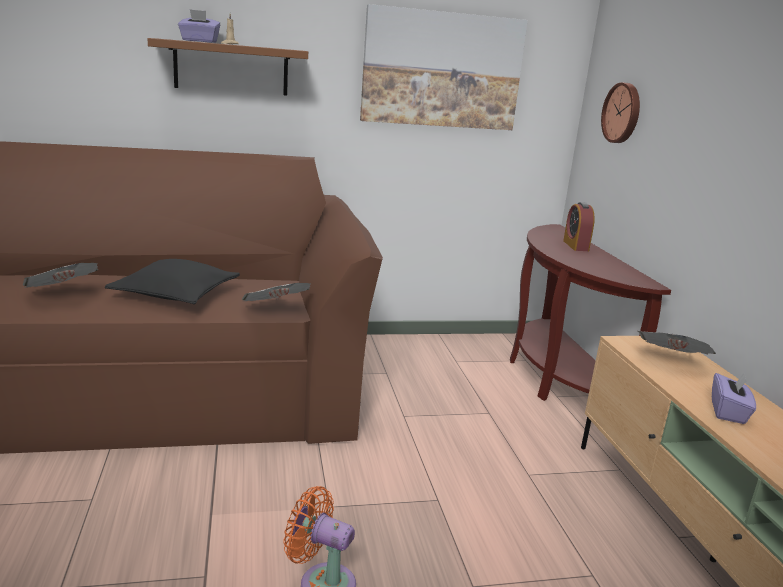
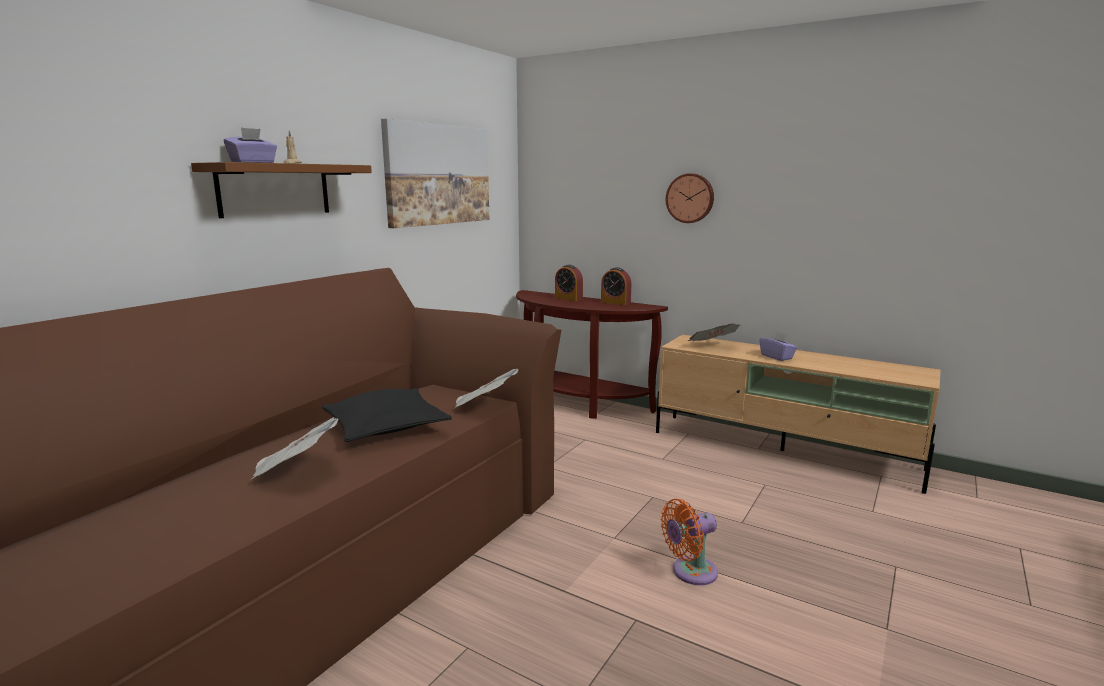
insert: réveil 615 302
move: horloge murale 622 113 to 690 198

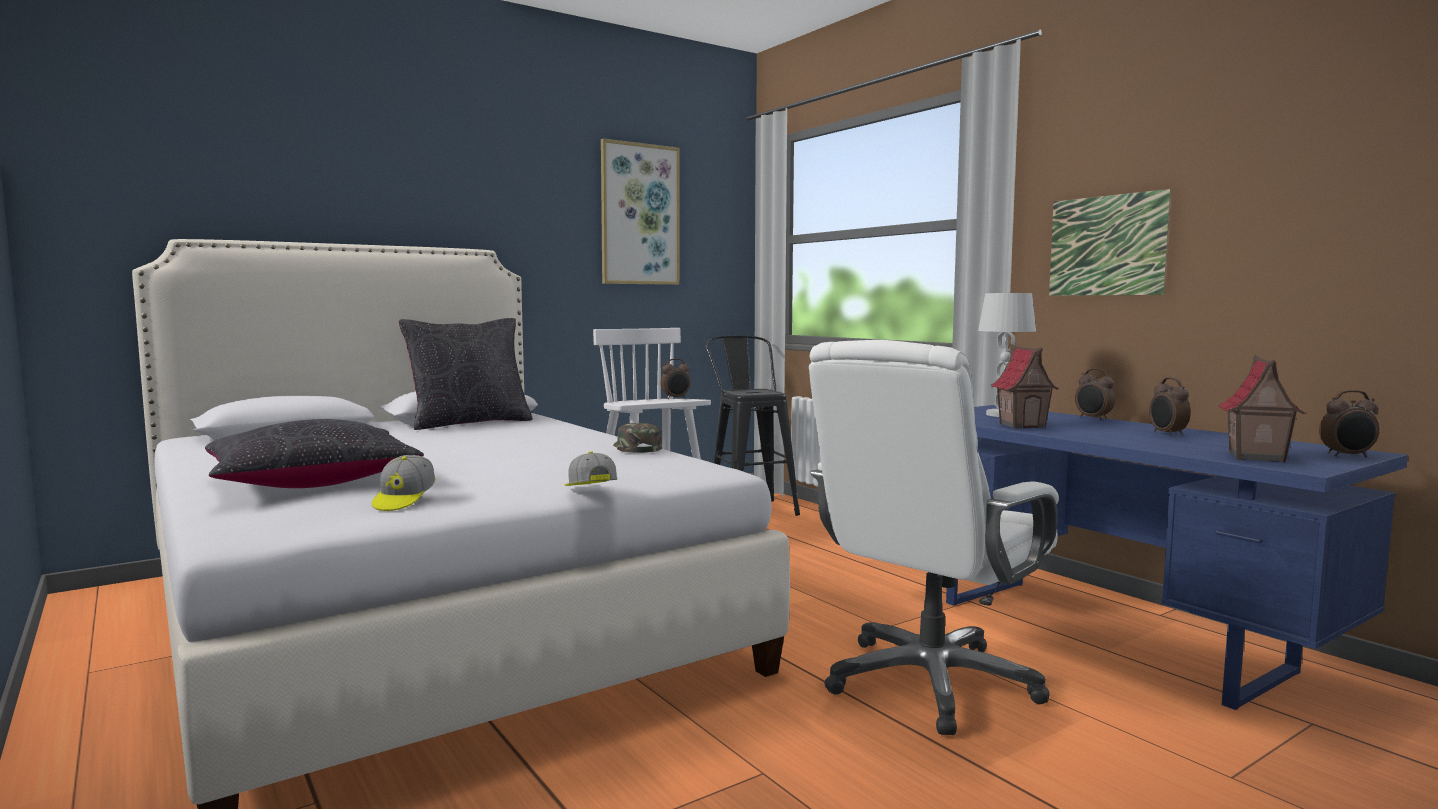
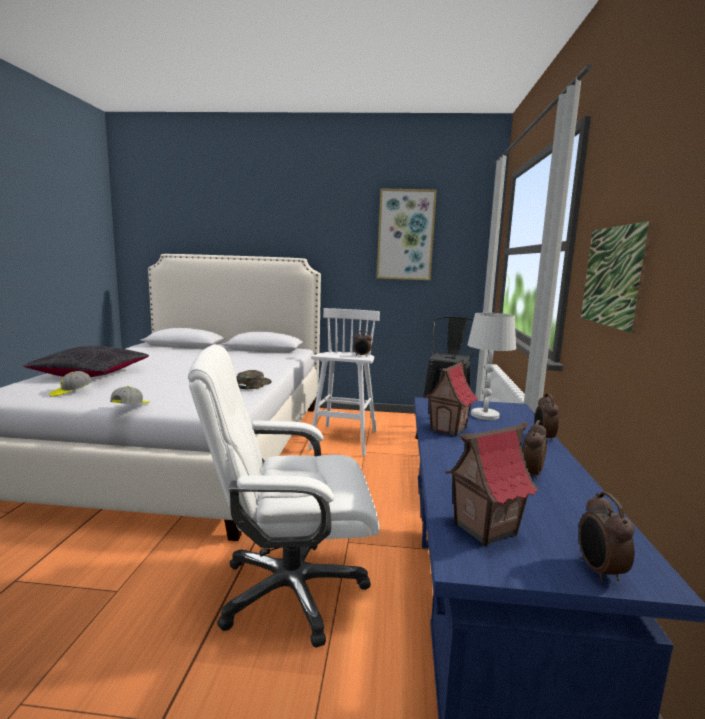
delete: coussin/noir 469 423
rotate: réveil 1347 456 = 598 571 45 degrees clockwise

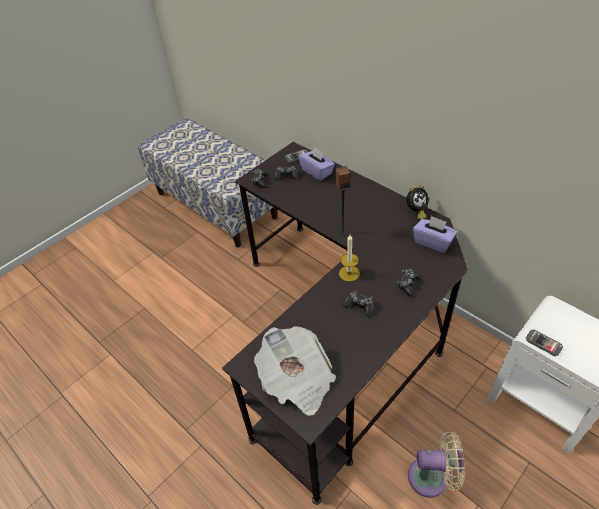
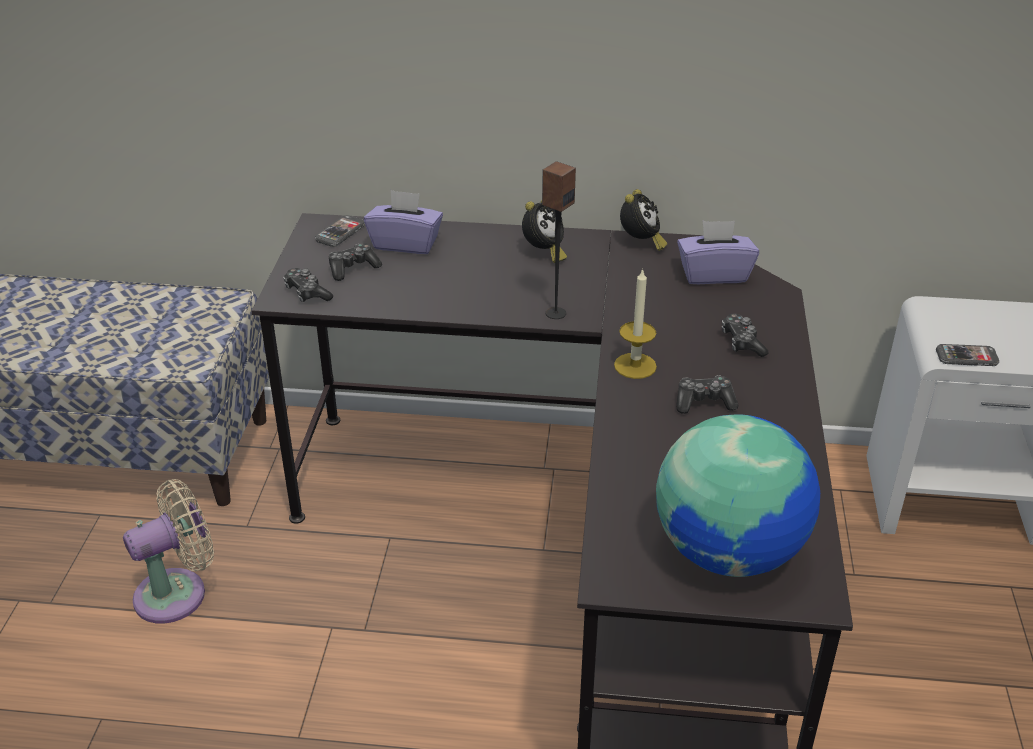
insert: réveil 543 253
move: ventilateur/beige 432 477 to 178 593
replace: journal 297 380 to globe 729 551

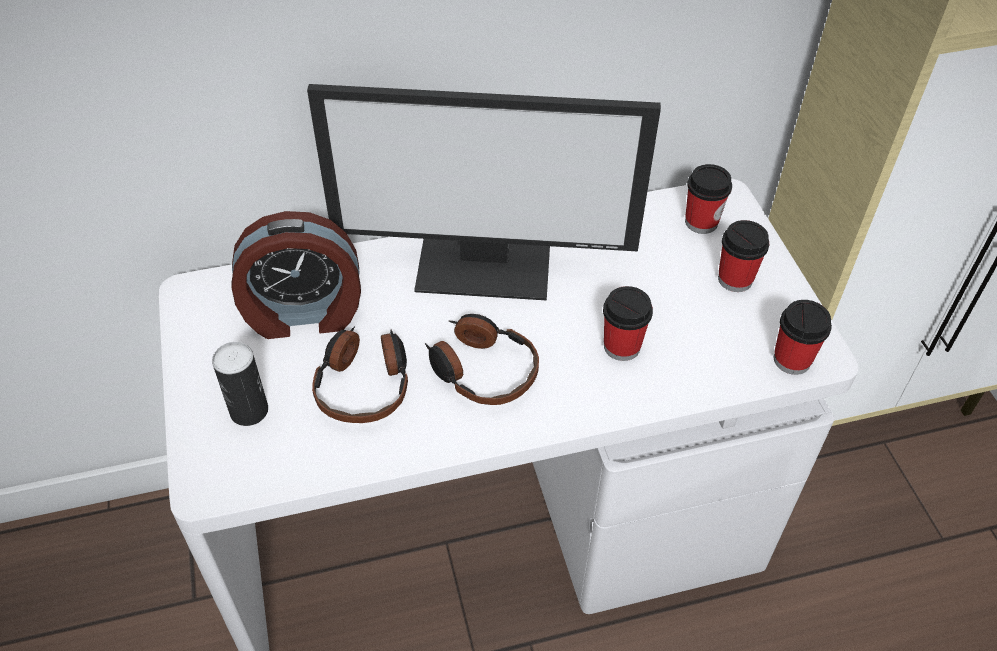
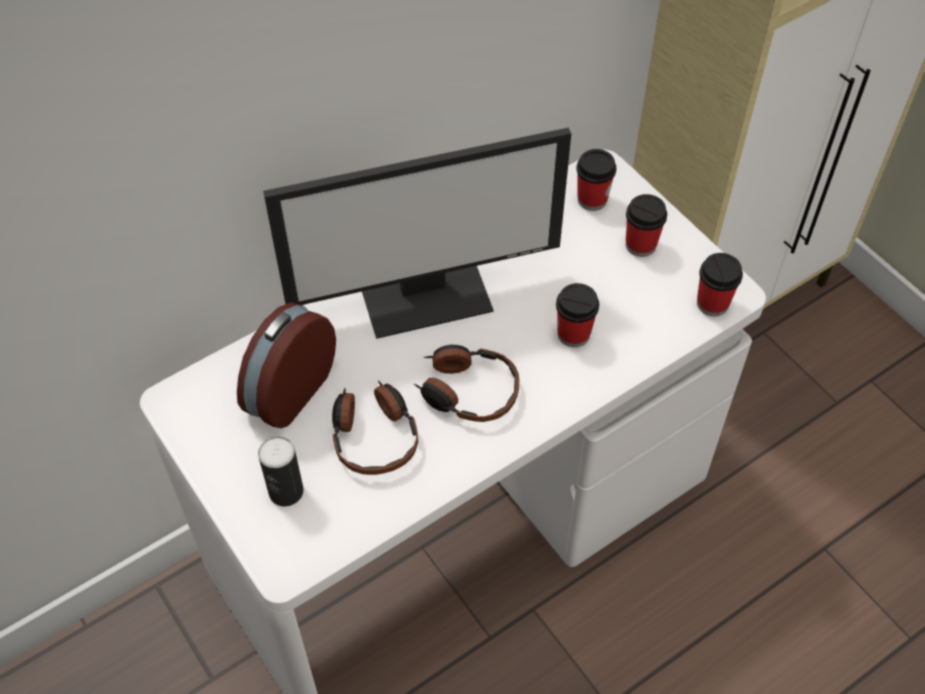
rotate: réveil 304 314 = 288 389 150 degrees clockwise

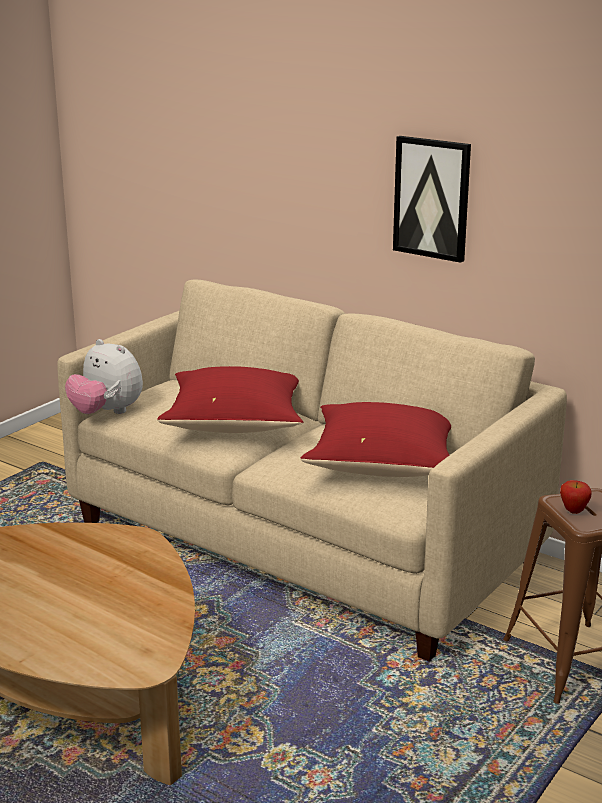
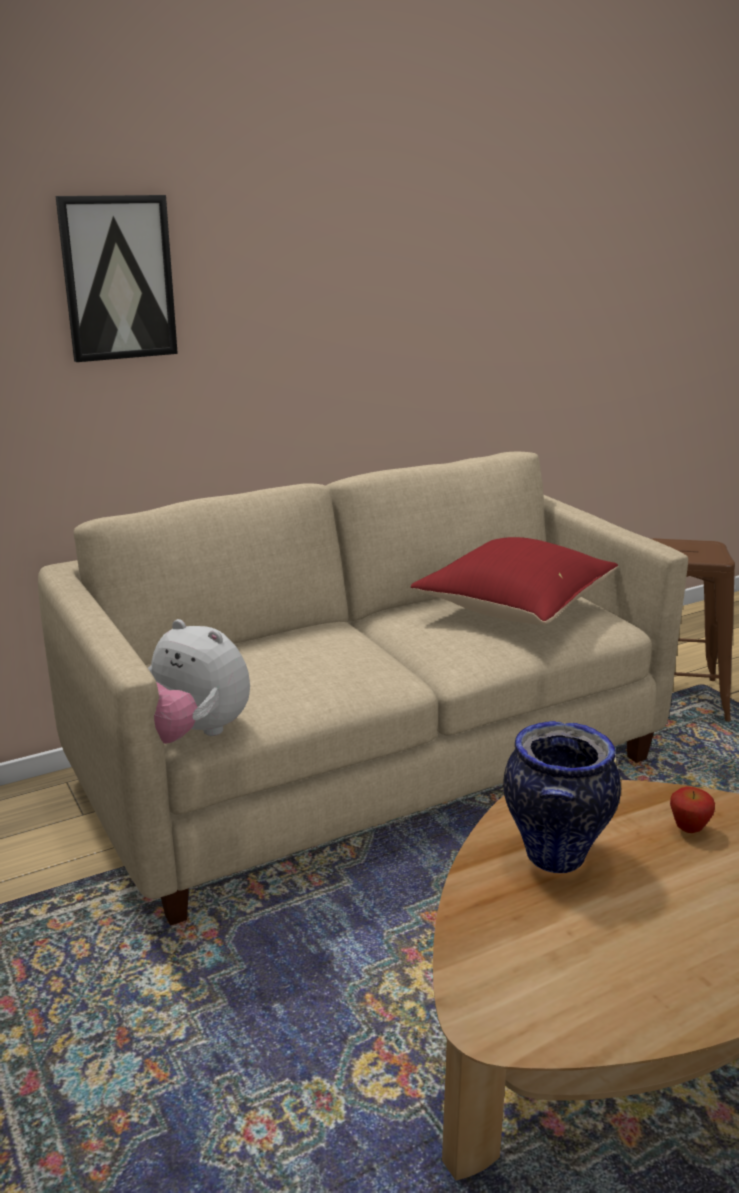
delete: coussin/rouge 236 423
insert: vase 554 855
move: tableau 432 198 to 118 278; pomme 573 511 to 688 830
rotate: peluche 106 413 = 192 735 60 degrees clockwise

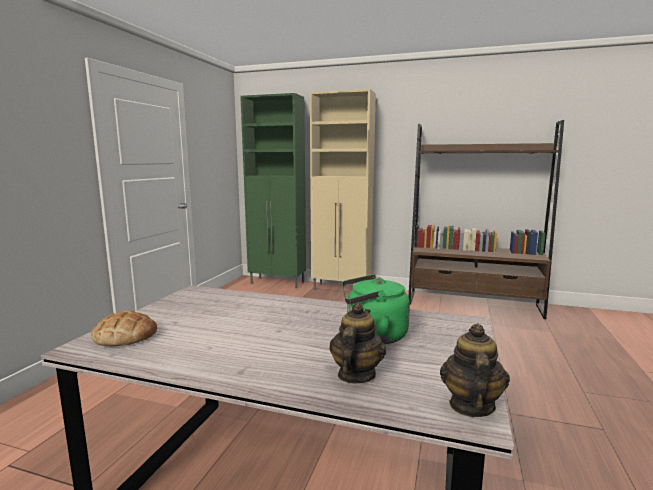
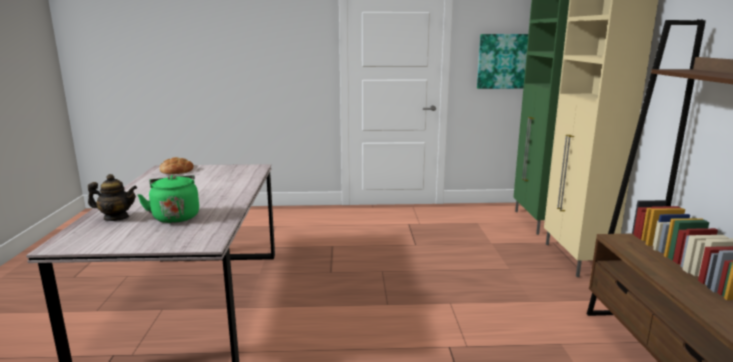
delete: théière 471 405
insert: tableau 504 61

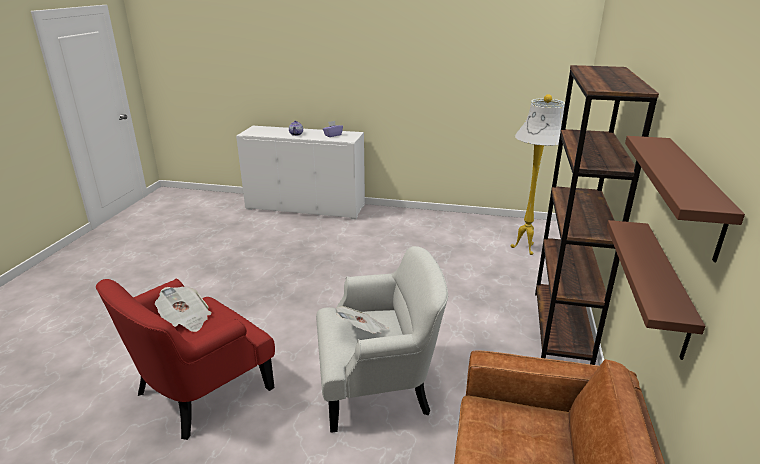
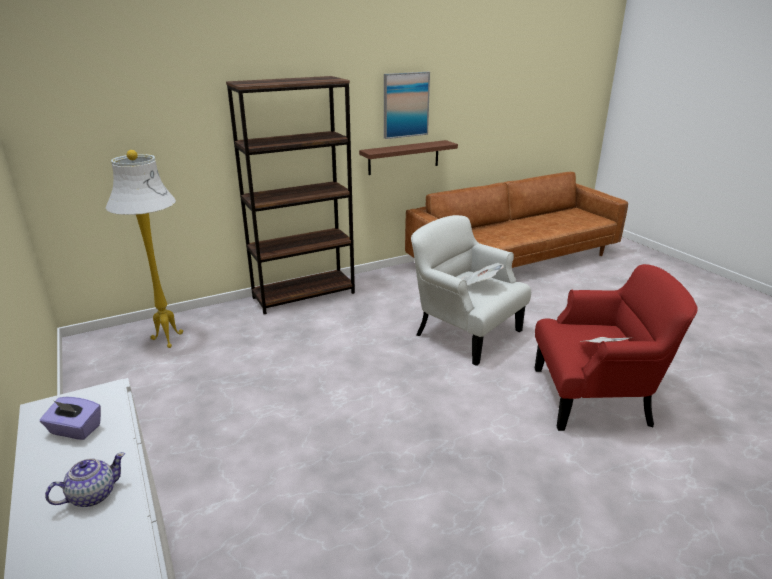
replace: étagère/marron 693 195 to tableau 405 105

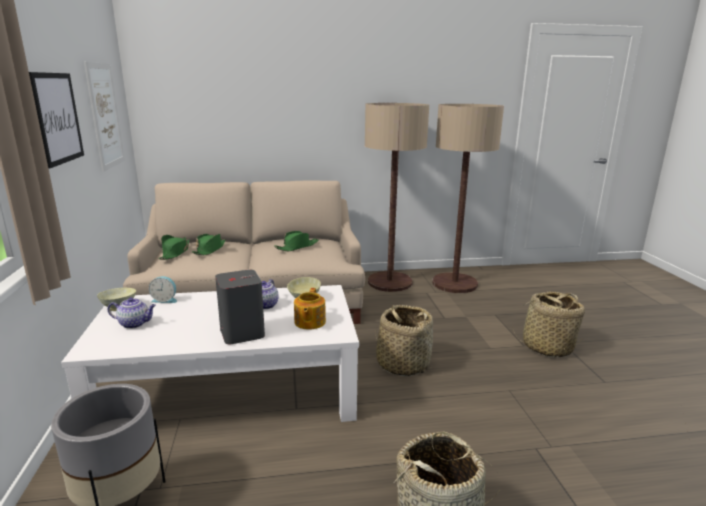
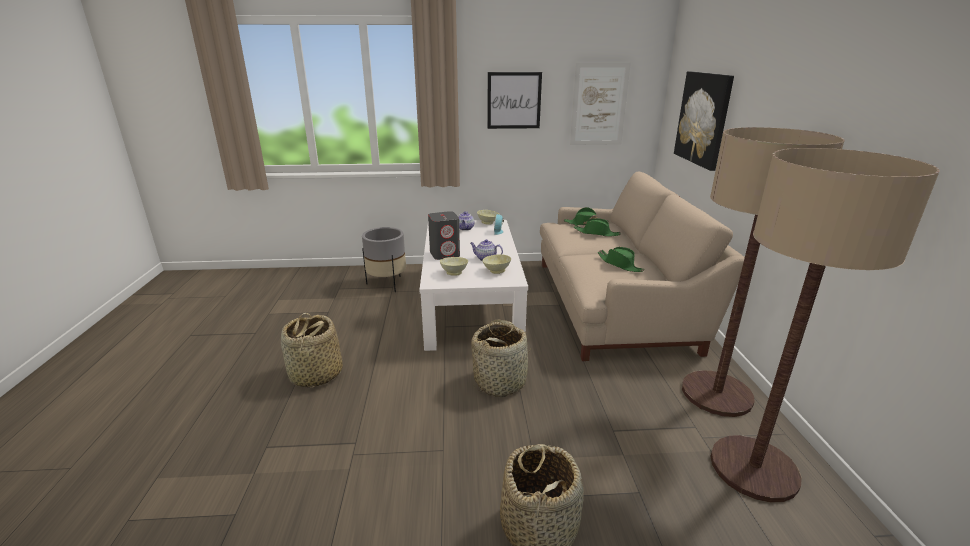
insert: tableau 703 119
replace: théière 309 322 to bol/beige 454 273

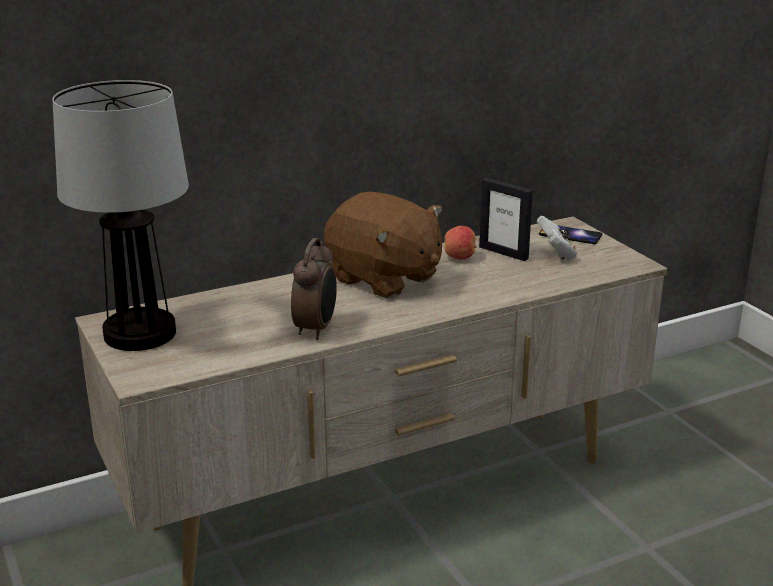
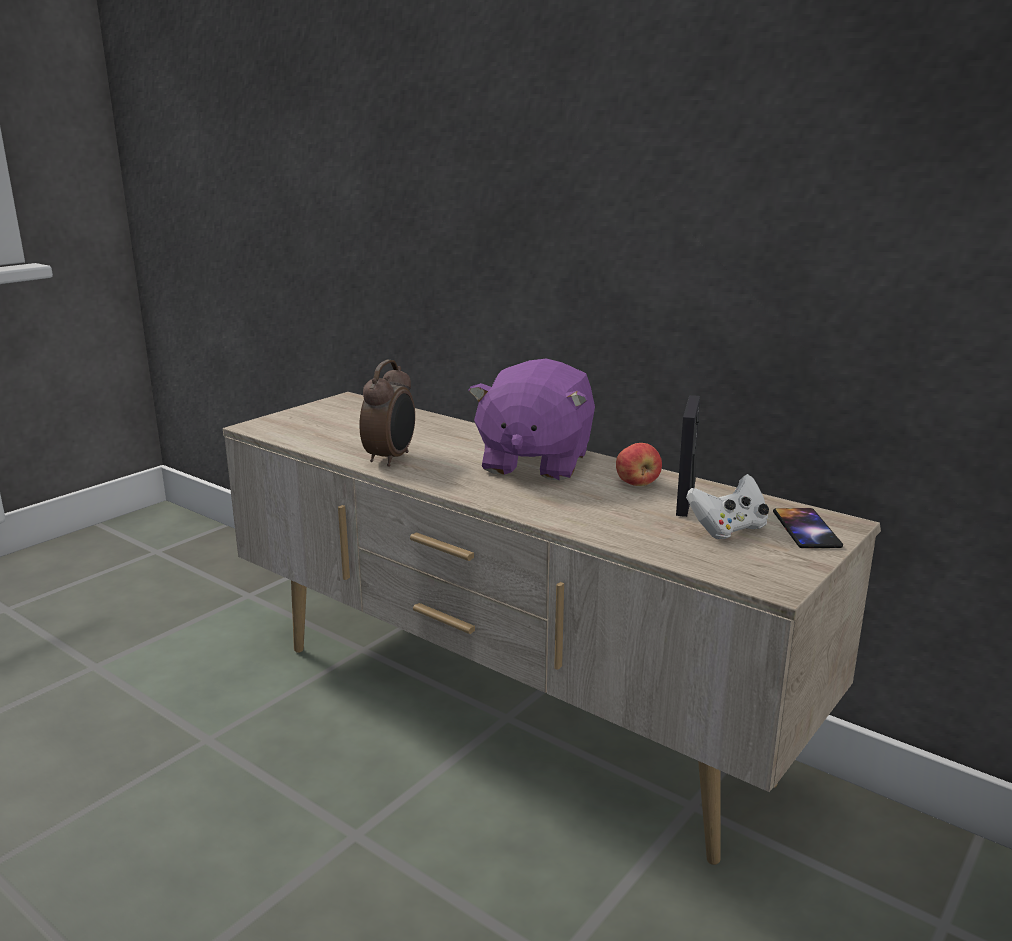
delete: lampe de table 141 333
recolor: peluche/marron 384 279 to peluche/violet 534 462
rotate: réveil 316 329 = 391 458 60 degrees counterclockwise

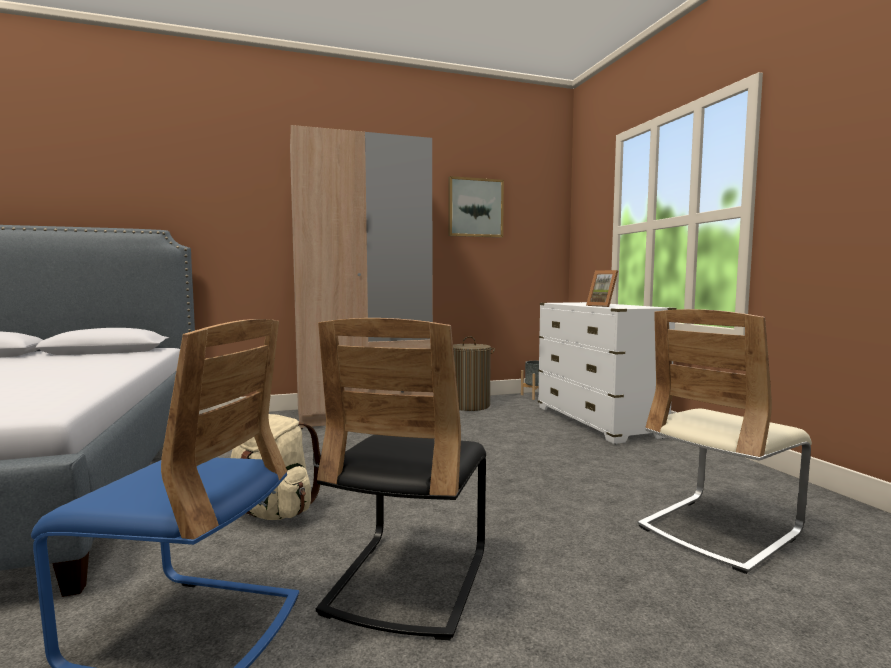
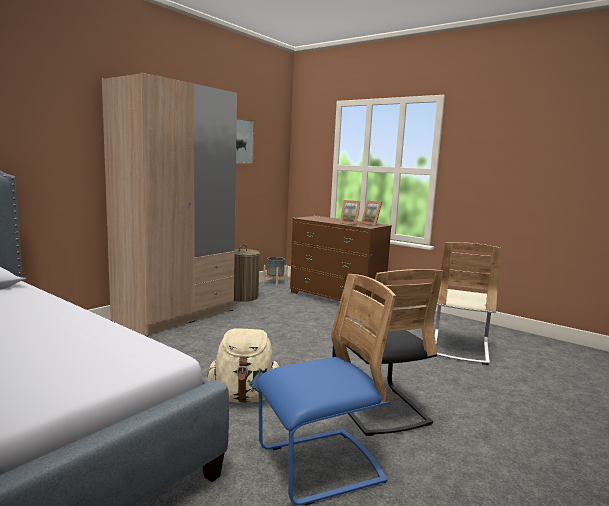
insert: cadre photo 371 224
recolor: commode/blanc 597 422 to commode/marron 336 298

